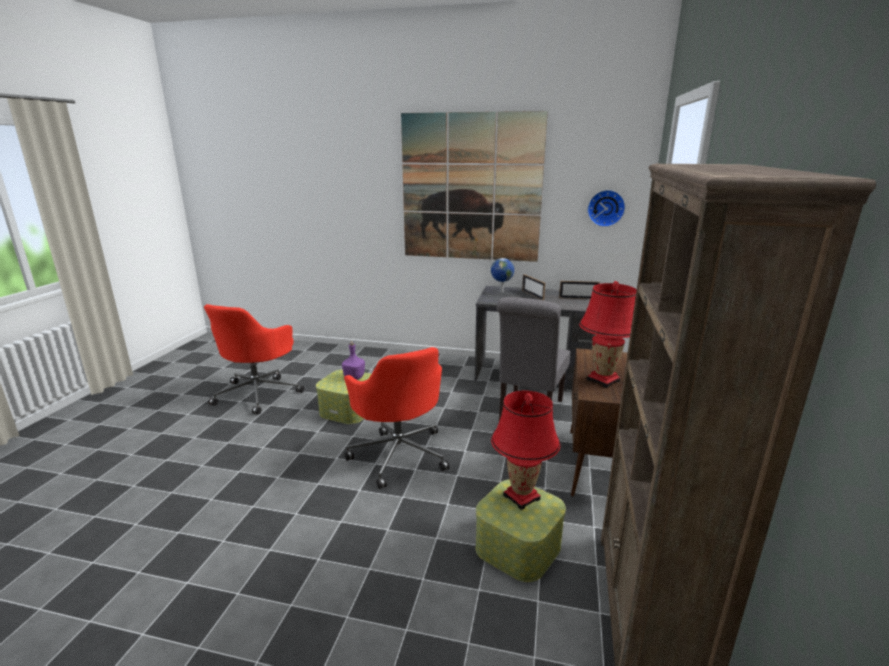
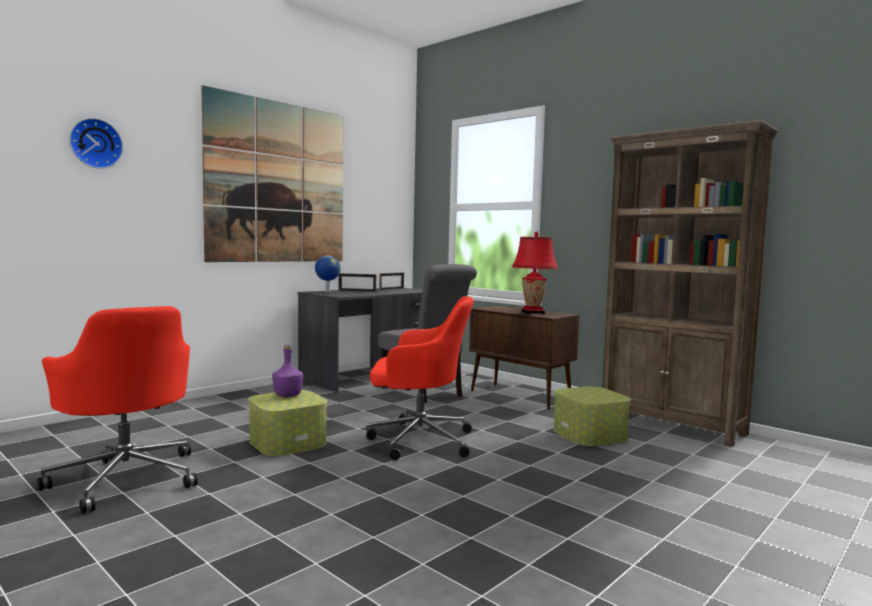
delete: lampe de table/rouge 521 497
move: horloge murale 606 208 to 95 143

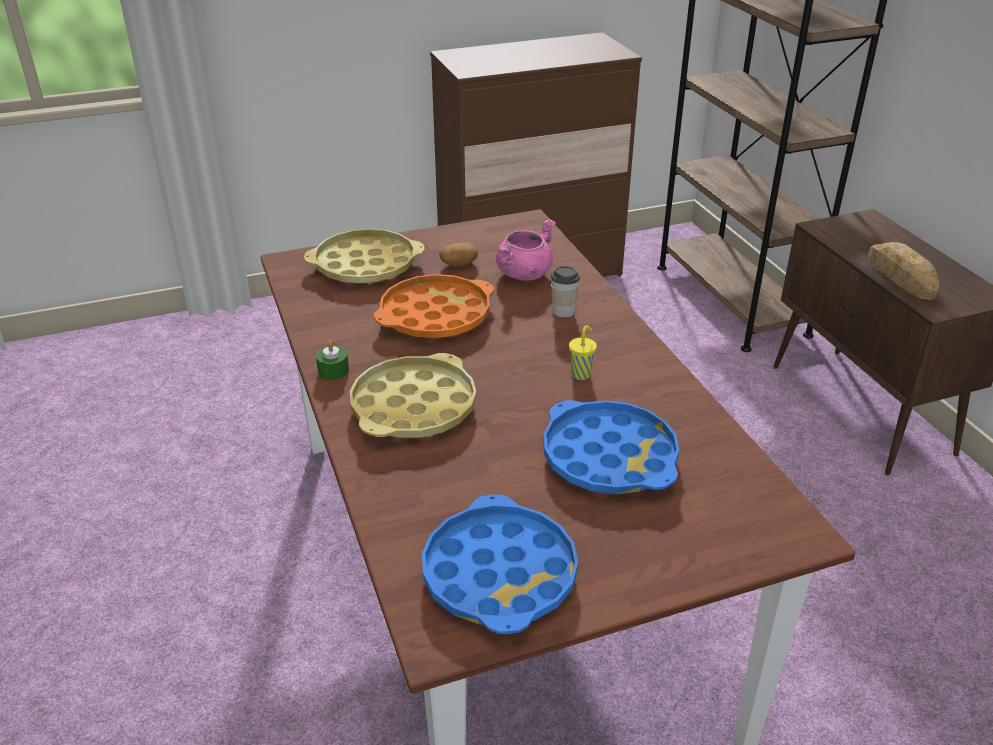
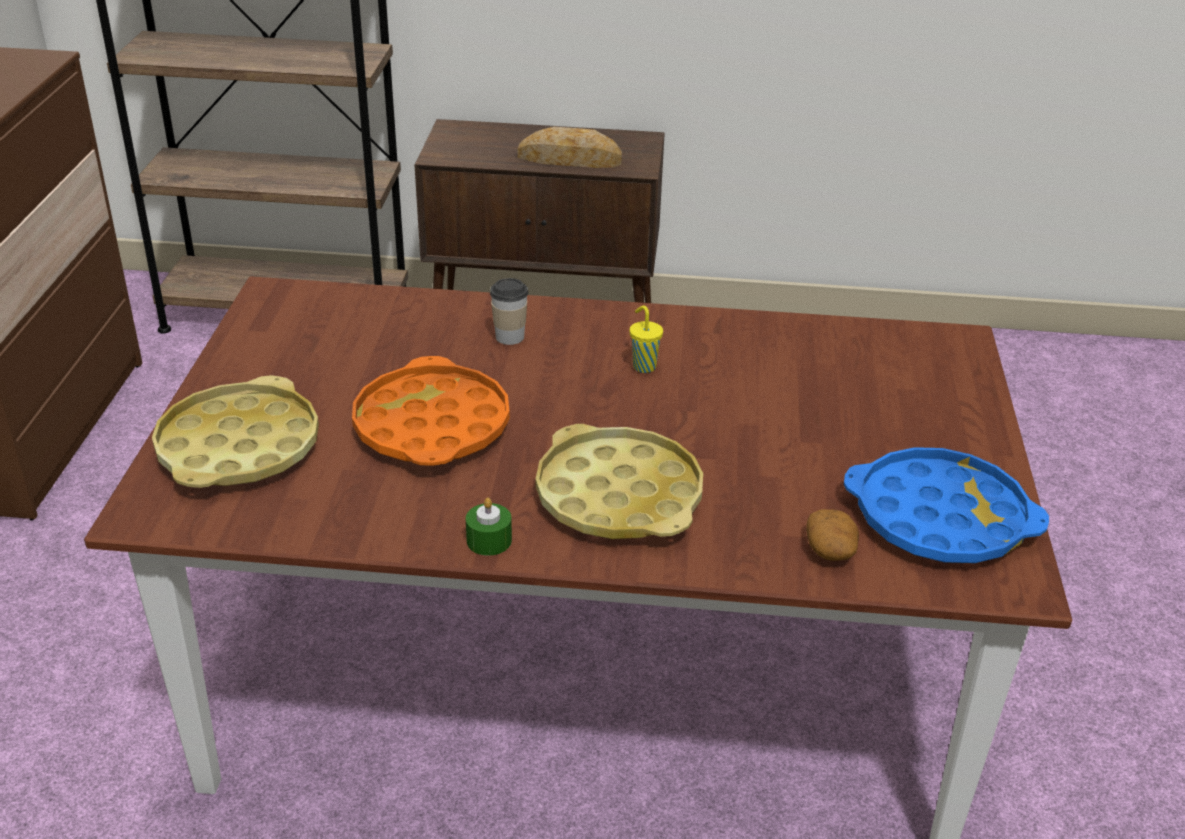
delete: marmite/rose 524 273; plateau/bleu 609 457
move: pomme de terre 458 264 to 830 550

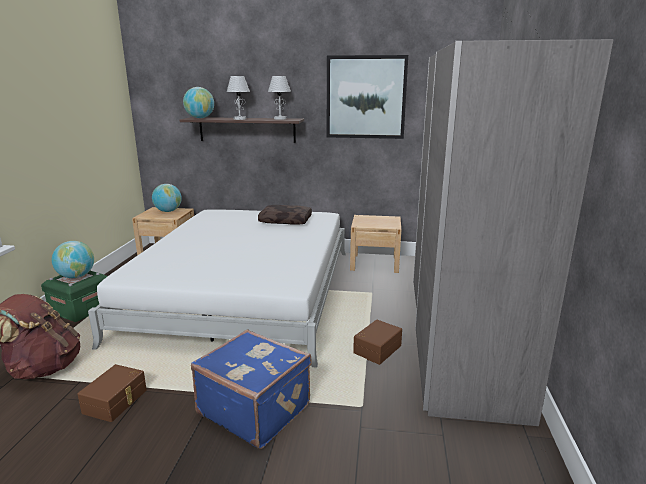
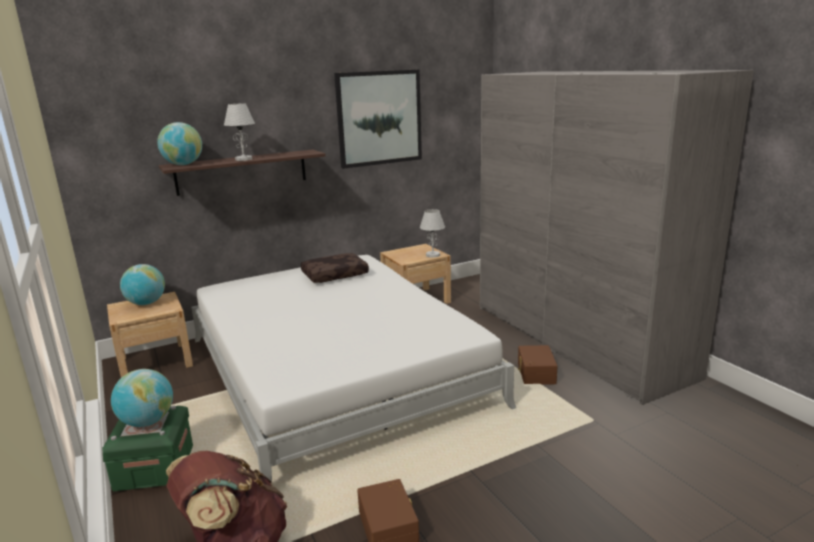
delete: valise/bleu 255 409
move: lampe de table/blanc 279 118 to 432 255

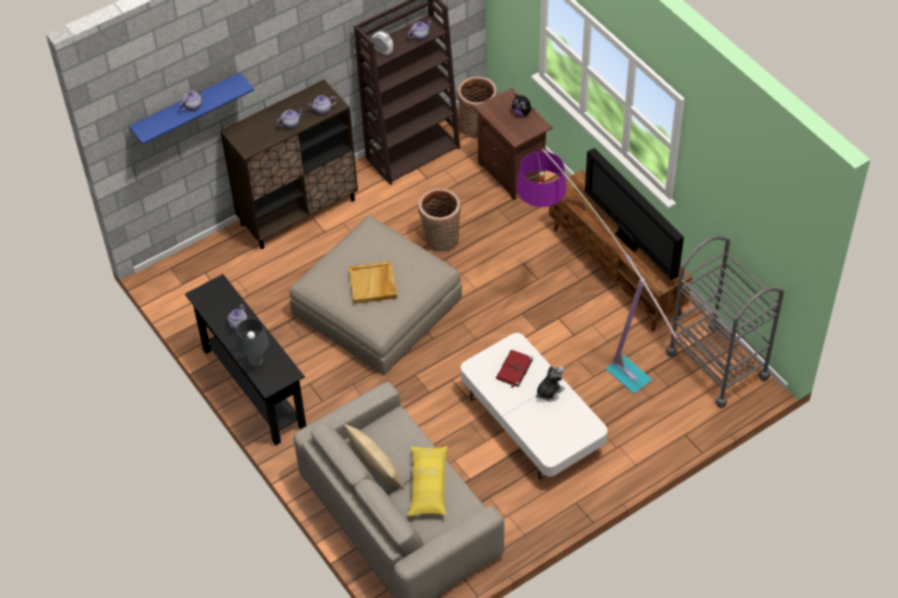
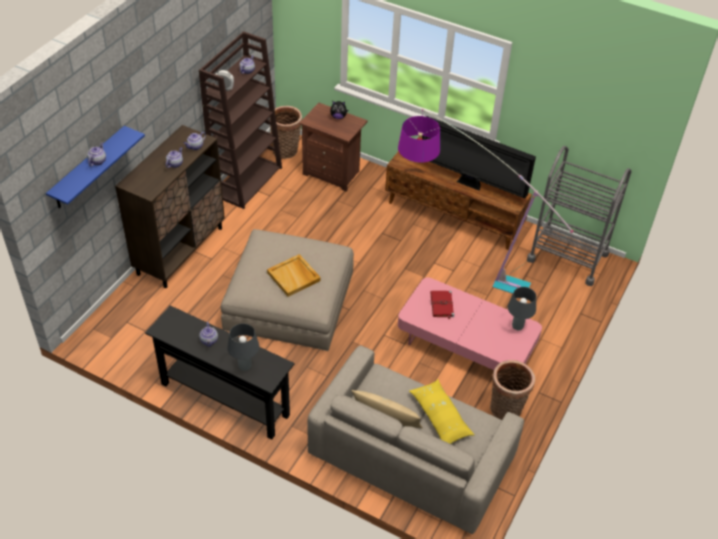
delete: peluche 549 391
insert: lampe de table/gris 517 327
move: panier 441 241 to 505 410
recolor: table basse/blanc 532 422 to table basse/rose 465 344

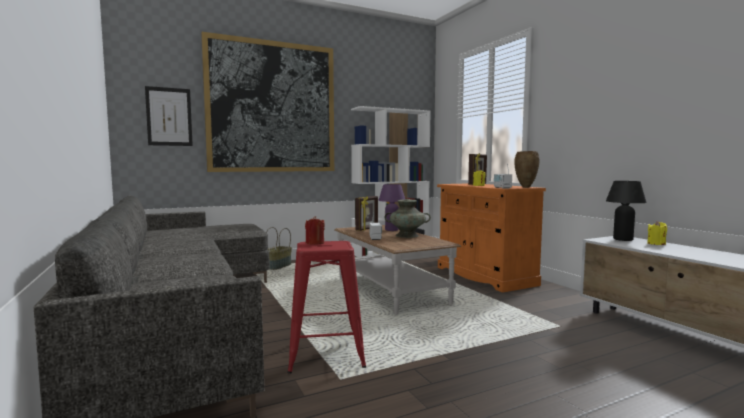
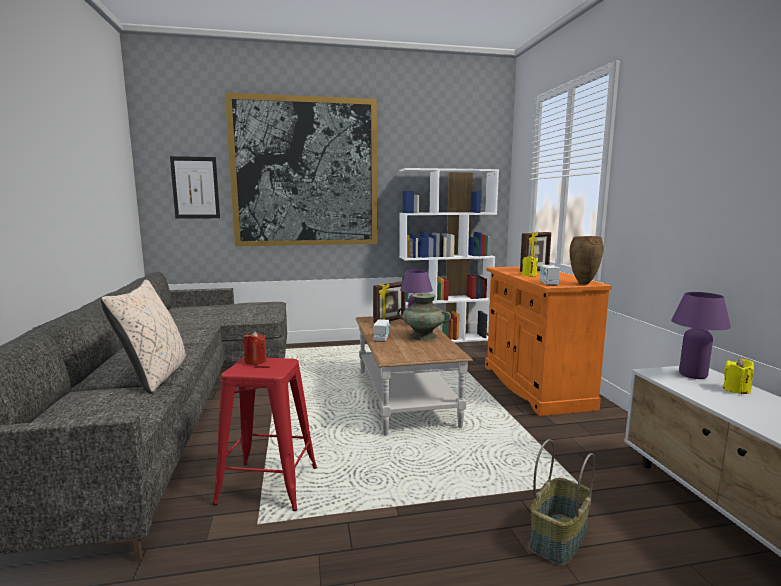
insert: coussin/beige 155 376
move: panier 278 266 to 559 539
recolor: lampe de table/noir 623 239 to lampe de table/violet 693 375

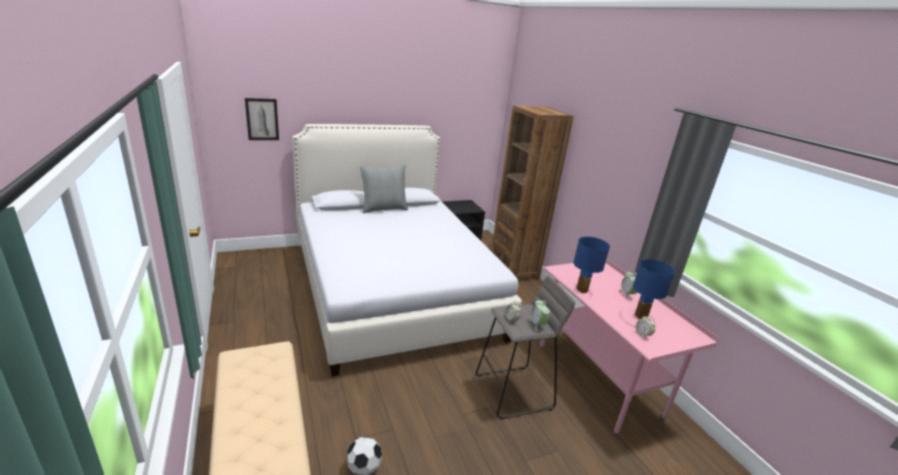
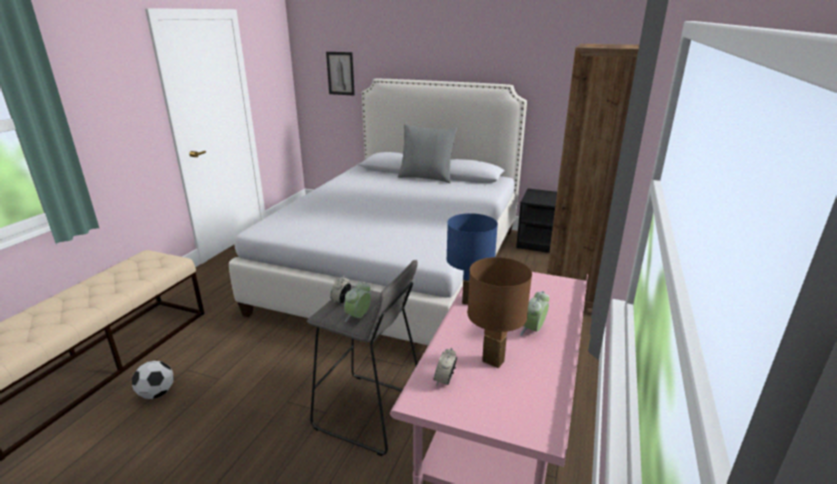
recolor: lampe de table/bleu 641 316 to lampe de table/marron 493 361

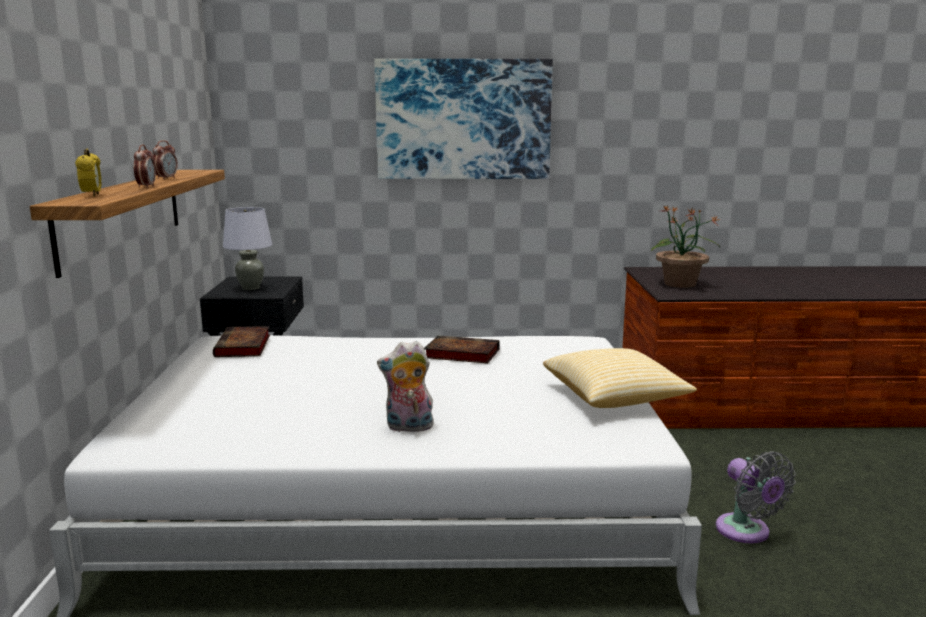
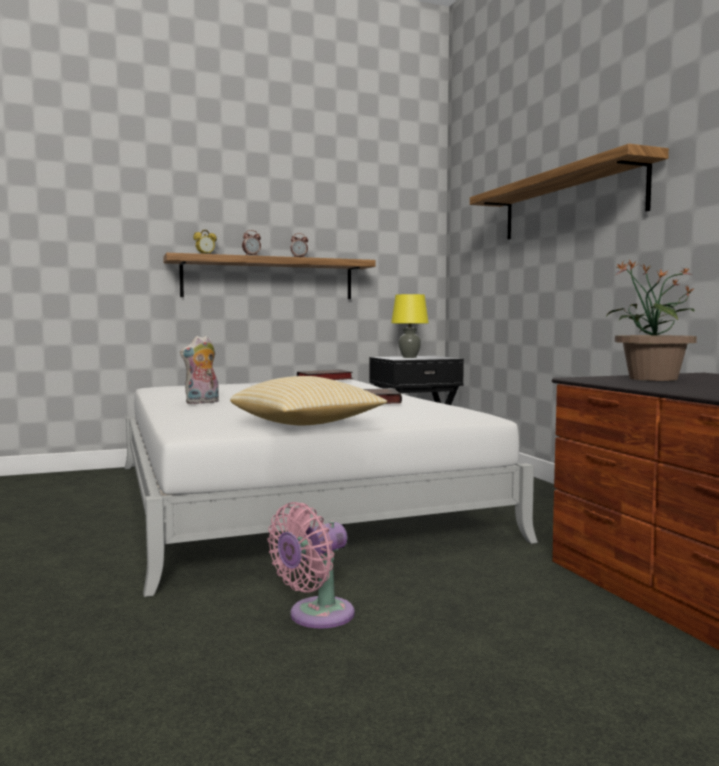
replace: tableau 463 119 to étagère 569 202
recolor: lampe de table/gris 251 288 to lampe de table/jaune 409 357; ventilateur/gris 746 532 to ventilateur/rose 316 616
rotate: peluche 408 428 = 202 402 105 degrees counterclockwise

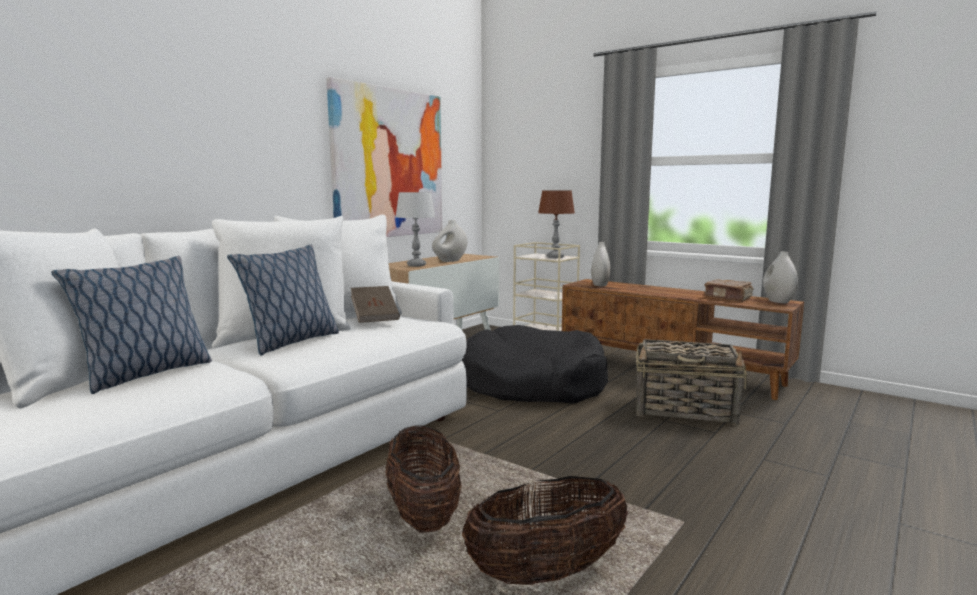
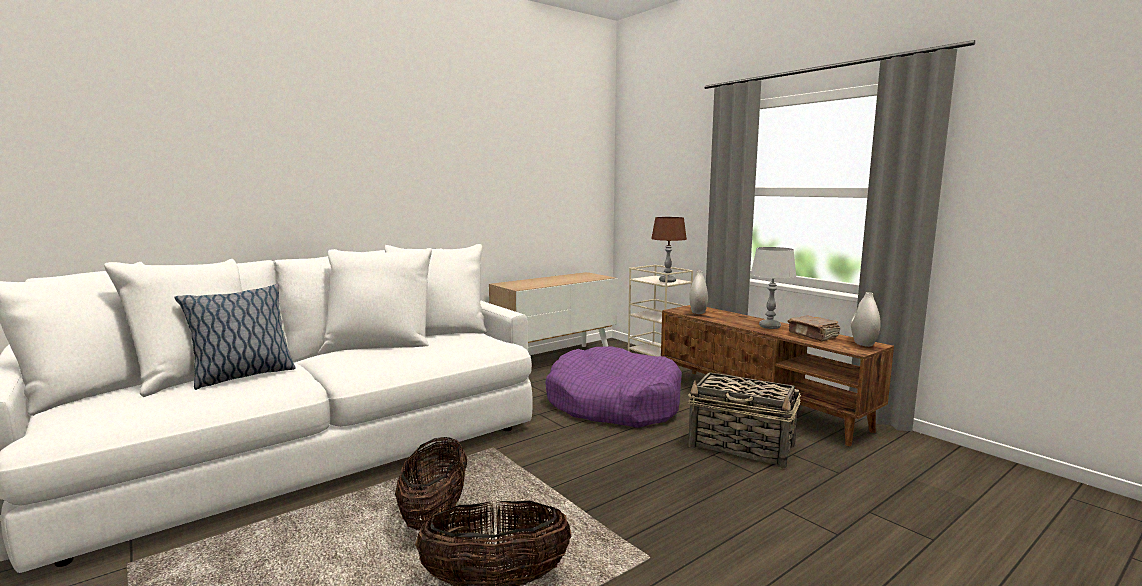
delete: coussin 291 342; tableau 388 163; livre/marron 375 317; vase/blanc 450 261
move: lampe de table/gris 416 265 to 769 327
recolor: panier pour chien/noir 532 384 to panier pour chien/violet 613 404

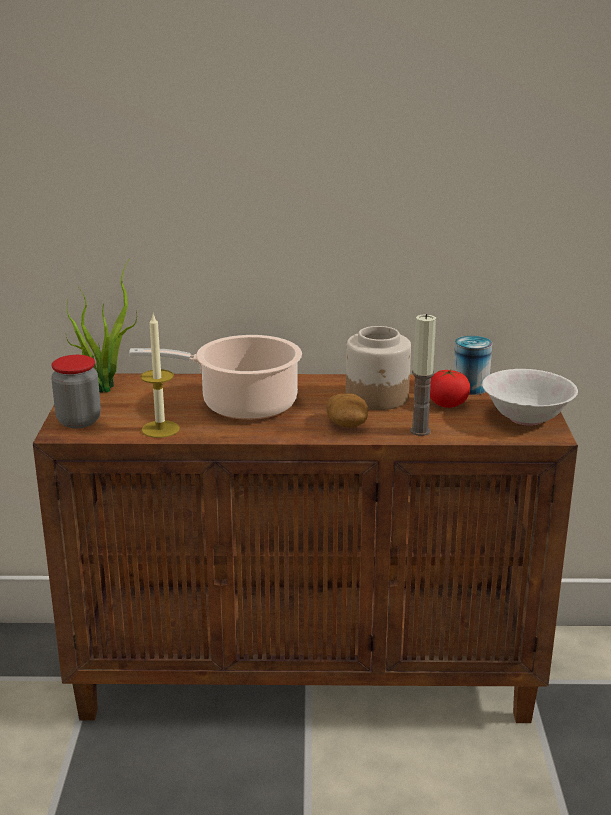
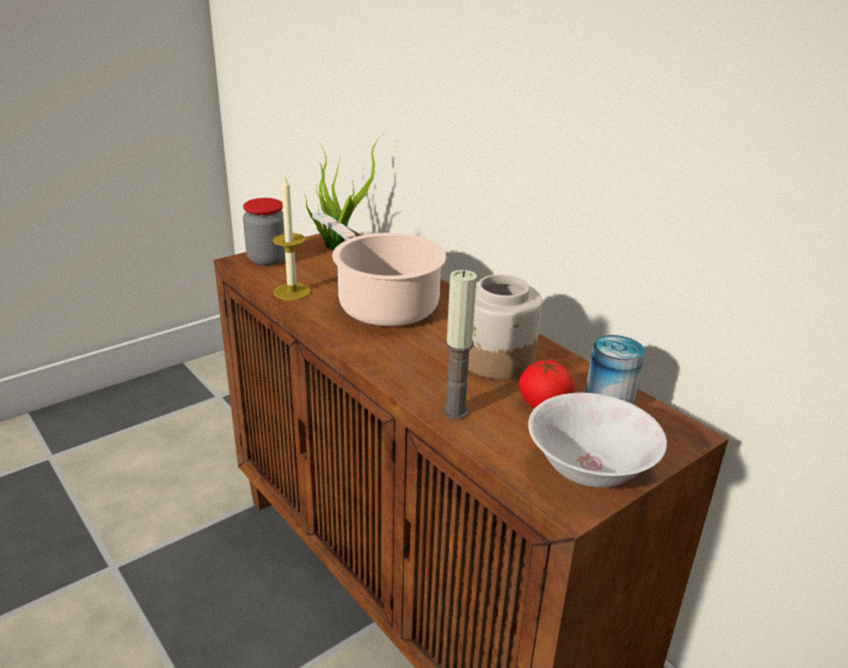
delete: pomme de terre 347 424

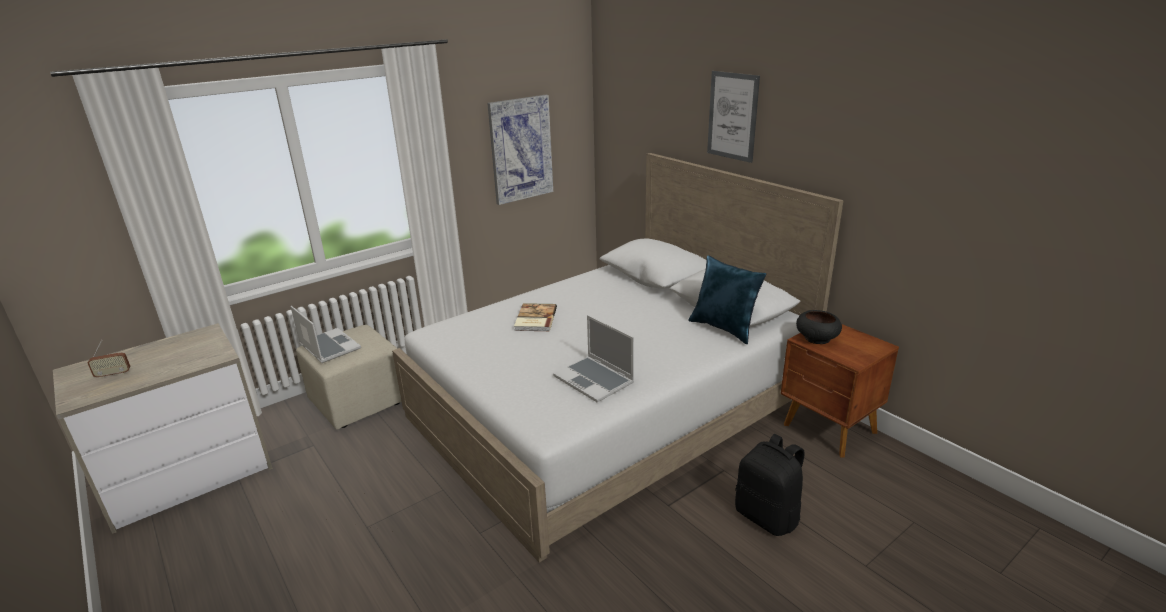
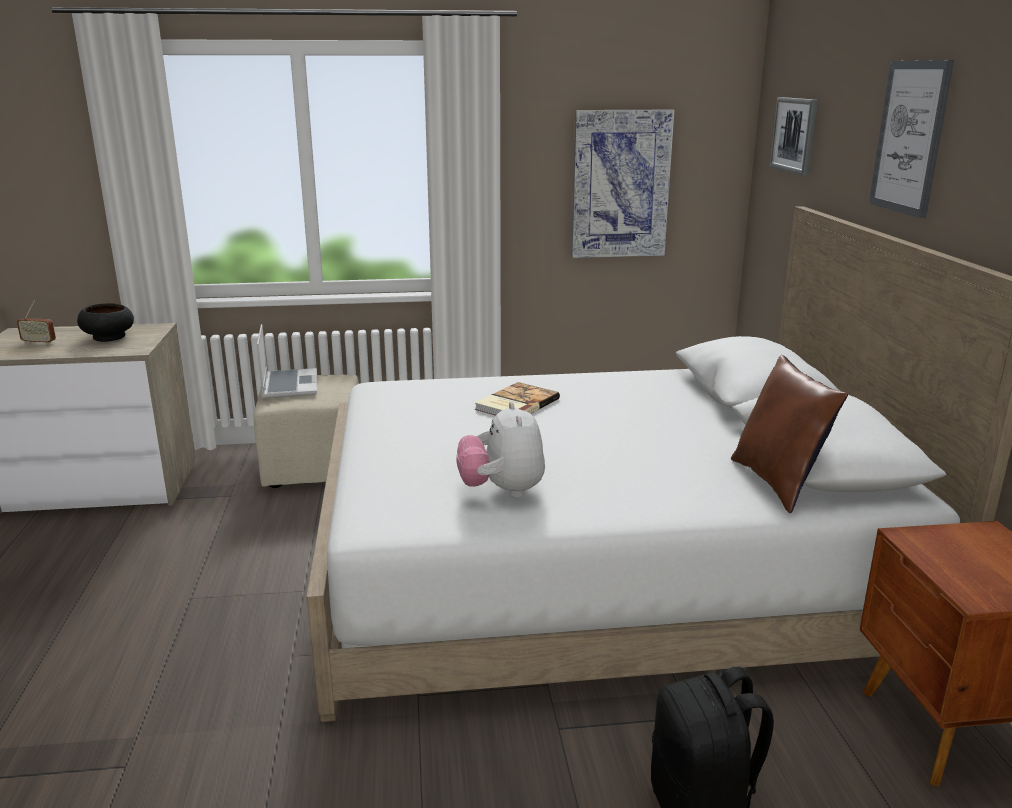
insert: tableau 795 135
move: bol/noir 816 338 to 109 337
replace: ordinateur portable 595 380 to peluche 502 491
recolor: coussin/bleu 724 328 to coussin/marron 778 483

